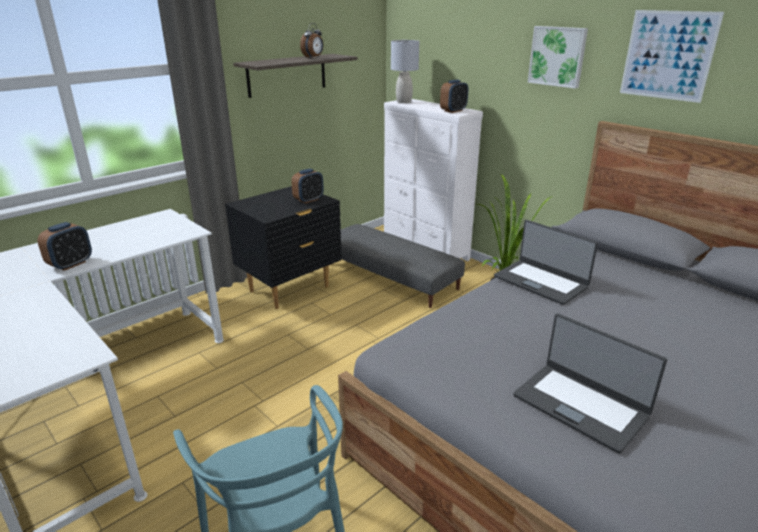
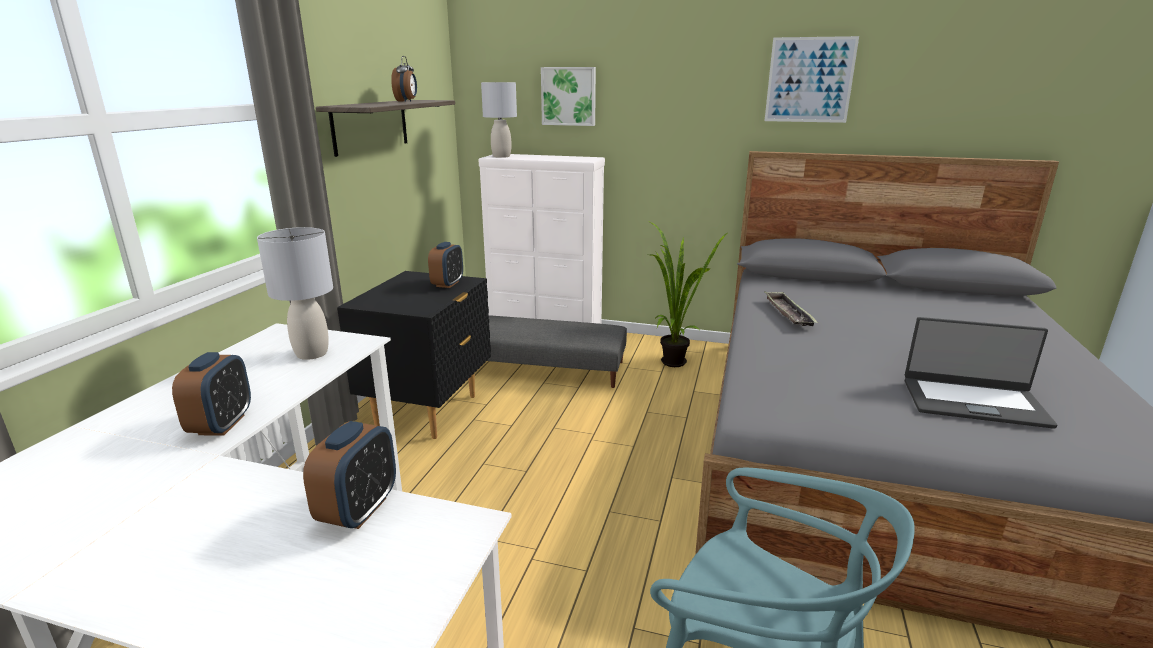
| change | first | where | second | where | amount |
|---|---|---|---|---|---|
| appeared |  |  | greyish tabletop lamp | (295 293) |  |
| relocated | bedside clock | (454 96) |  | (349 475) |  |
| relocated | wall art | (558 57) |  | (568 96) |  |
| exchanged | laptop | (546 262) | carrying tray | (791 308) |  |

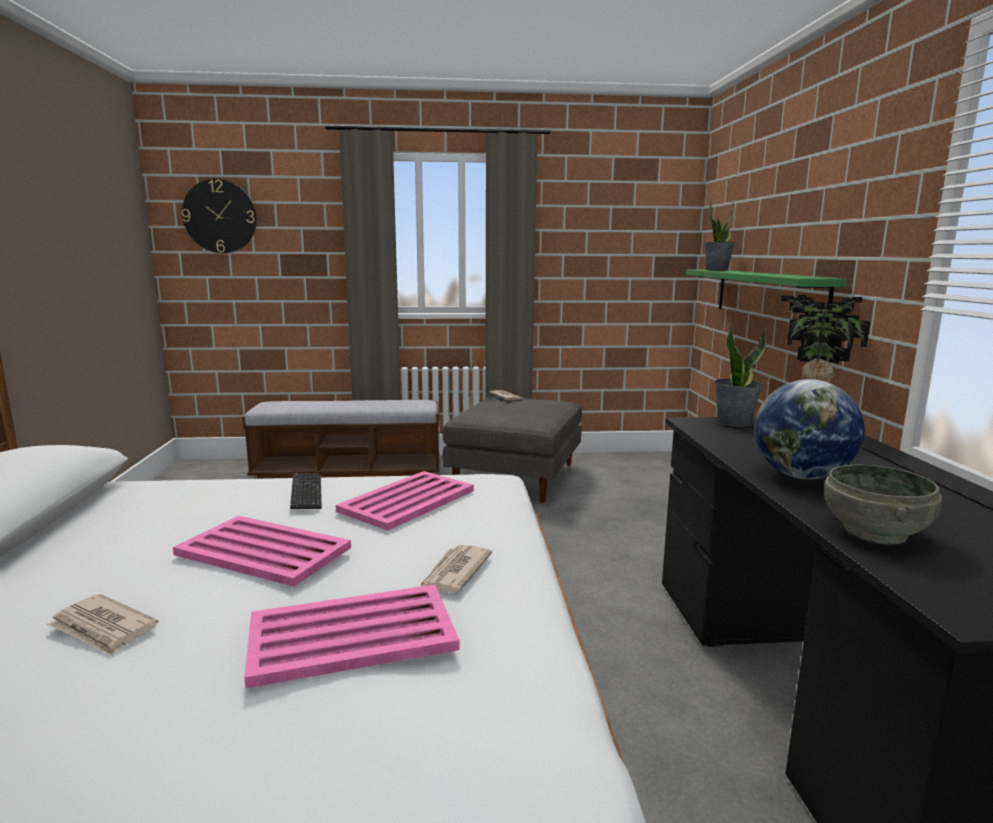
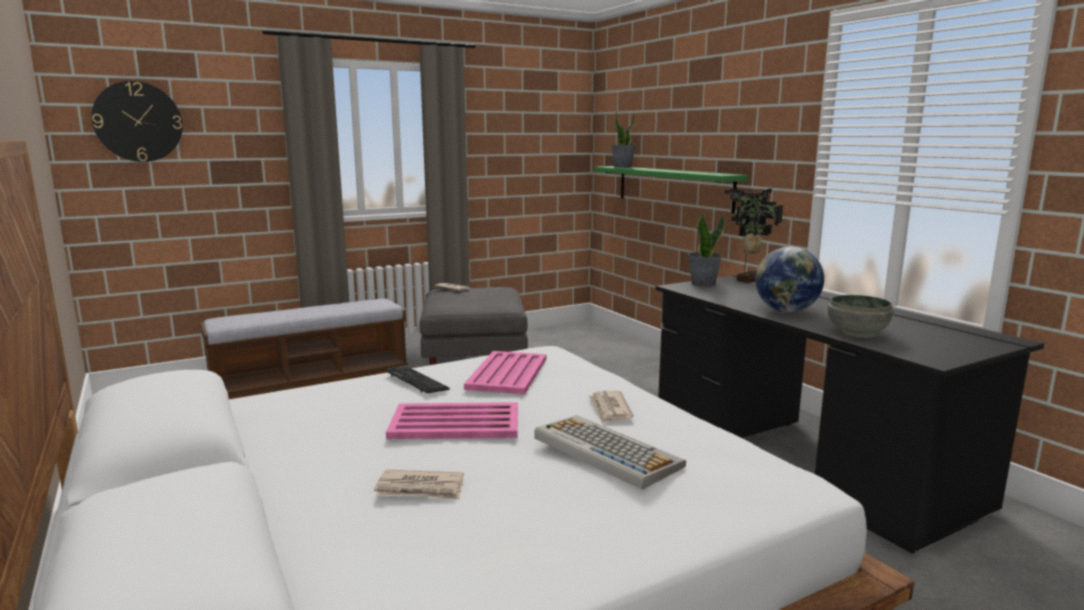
| change | first | where | second | where | amount |
|---|---|---|---|---|---|
| exchanged | pink carrying tray | (351 636) | PC keyboard | (610 452) |  |

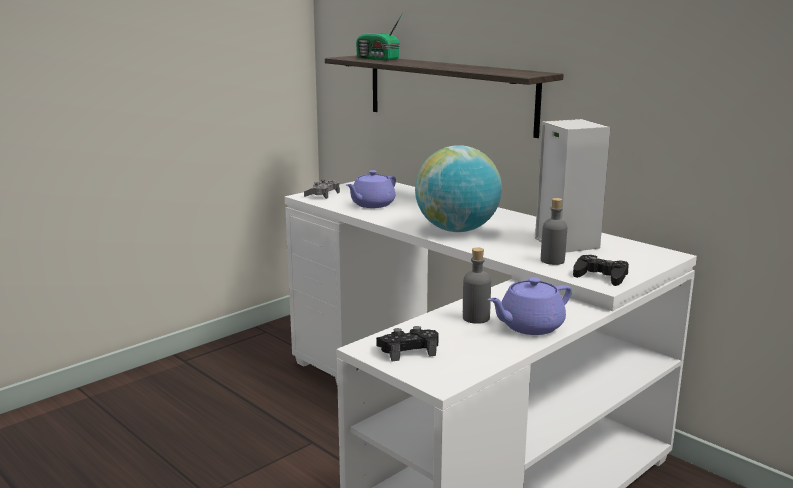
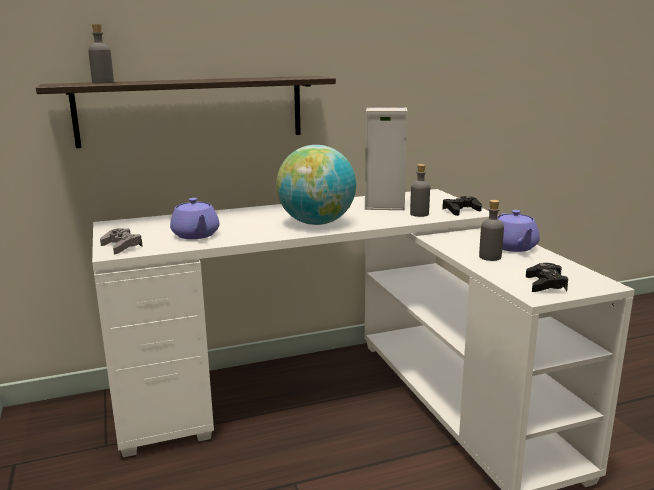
| change | first | where | second | where | amount |
|---|---|---|---|---|---|
| exchanged | radio receiver | (379 37) | greyish drink bottle | (101 53) |  |

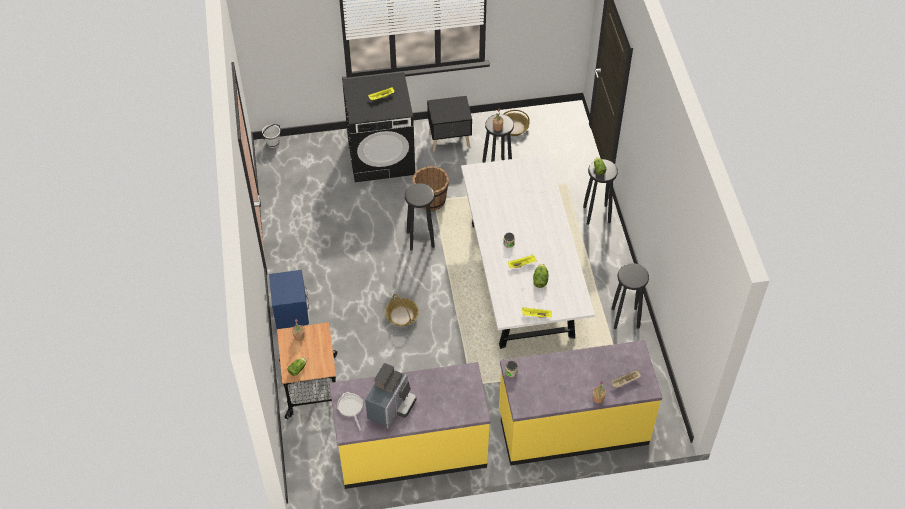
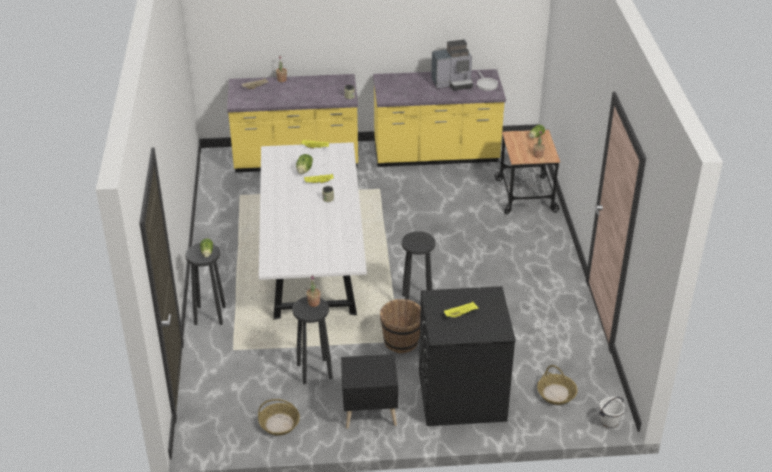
| change | first | where | second | where | amount |
|---|---|---|---|---|---|
| spun | coffee machine | (390 396) |  | (452 65) | 135 degrees counterclockwise |
| relocated | storage basket | (402 310) |  | (557 385) |  |
| missing | blue-coloured night table | (289 299) |  |  |  |
| missing | black-coloured stool | (630 296) |  |  |  |

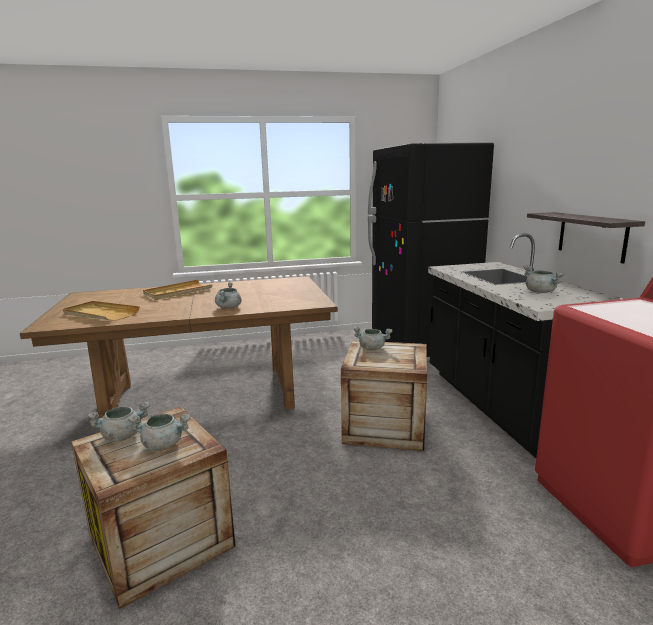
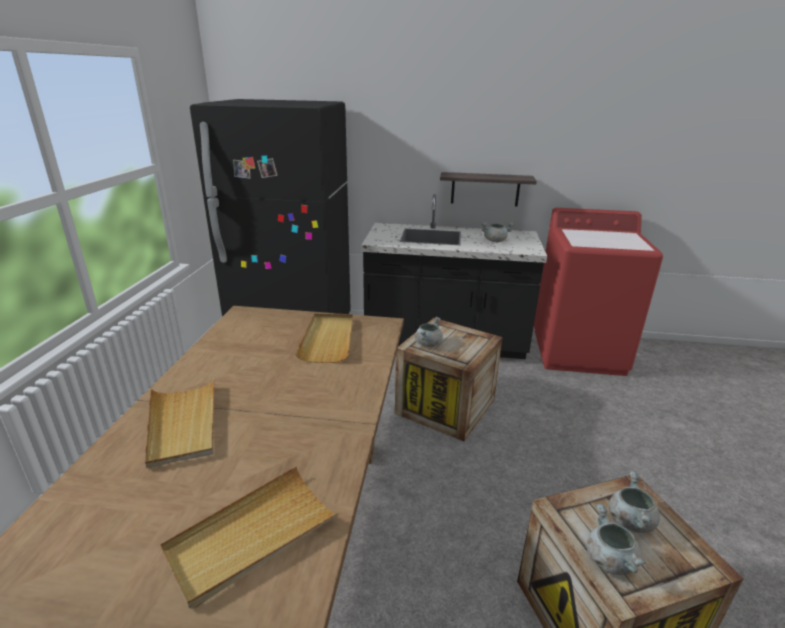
| change | first | where | second | where | amount |
|---|---|---|---|---|---|
| appeared |  |  | beige carrying tray | (324 338) |  |
| missing | greyish stockpot | (228 295) |  |  |  |

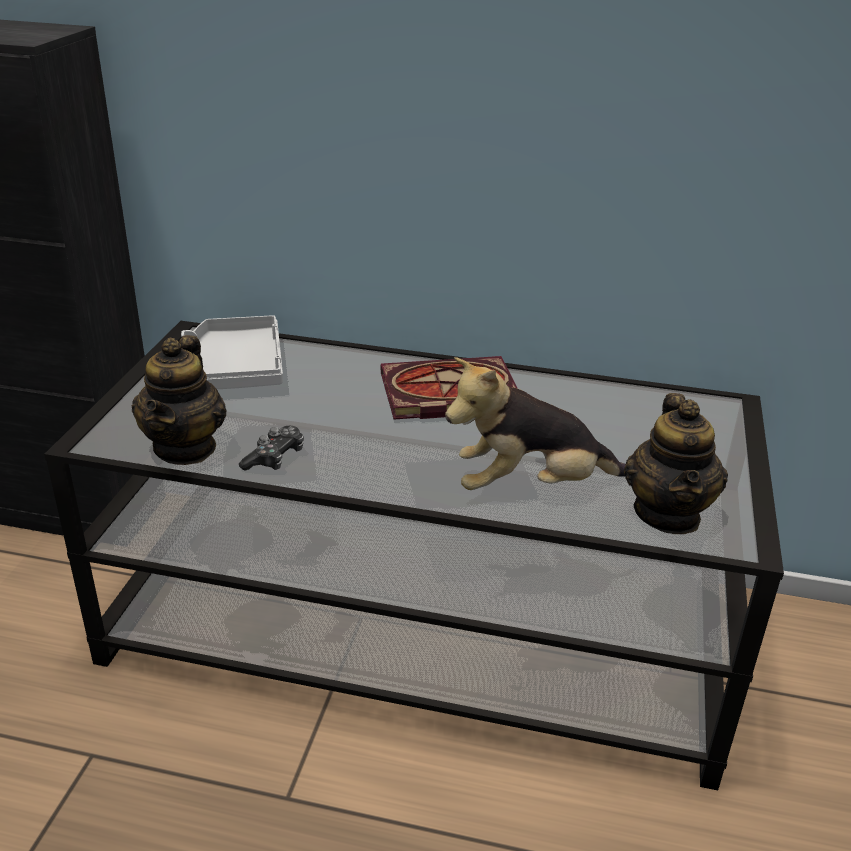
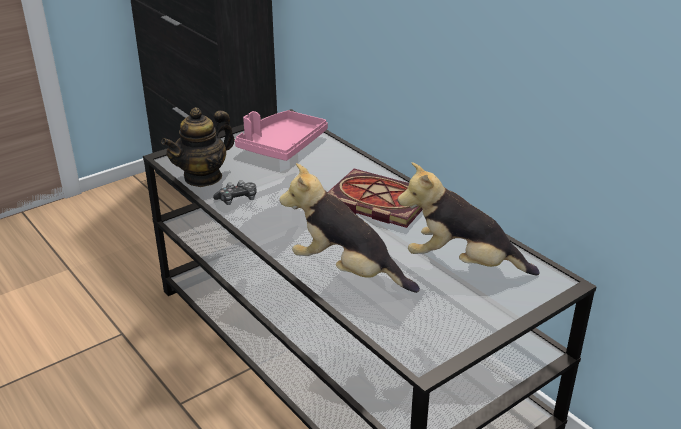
| change | first | where | second | where | amount |
|---|---|---|---|---|---|
| colour | greyish carrying tray | (232 352) | pink carrying tray | (281 135) |  |
| appeared |  |  | plush toy | (468 218) |  |
| missing | tea pot | (676 463) |  |  |  |

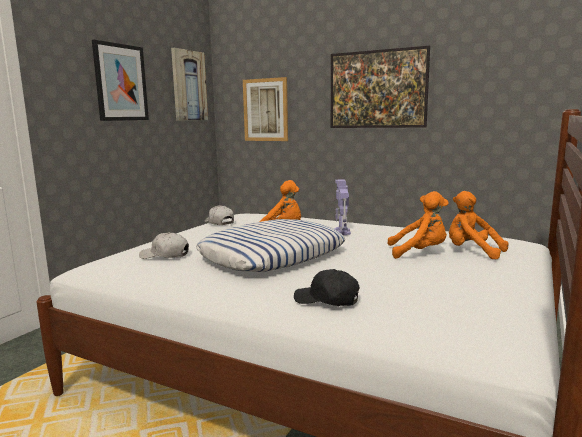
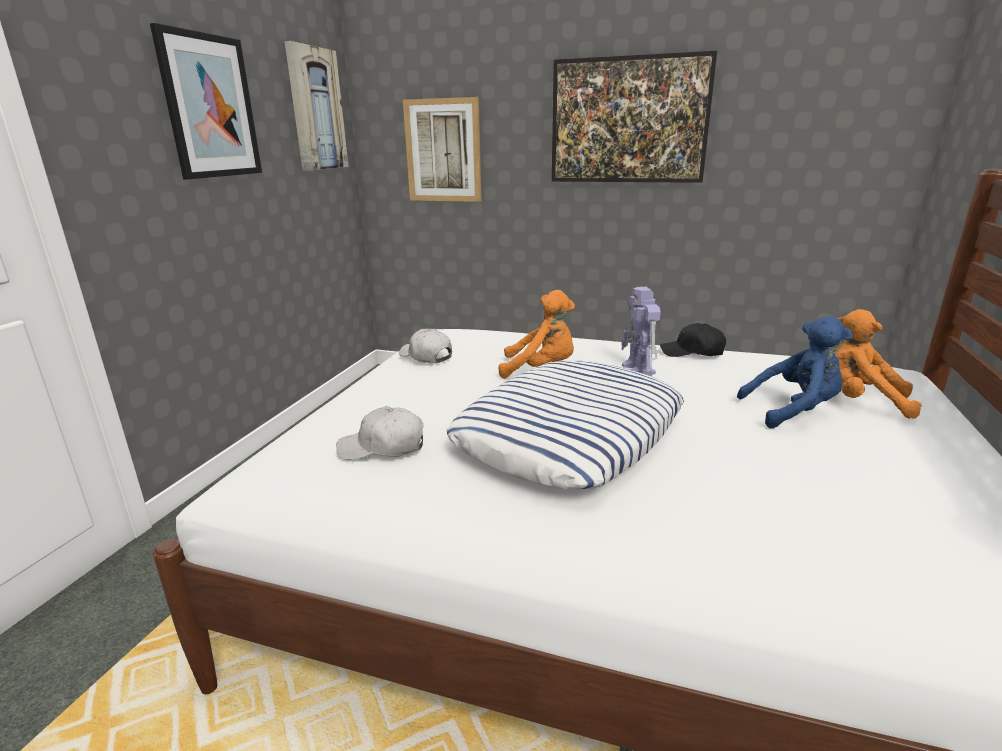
| change | first | where | second | where | amount |
|---|---|---|---|---|---|
| relocated | black-coloured peaked cap | (327 287) |  | (693 340) |  |
| colour | orangey plush toy | (418 225) | blue-coloured plush toy | (795 372) |  |

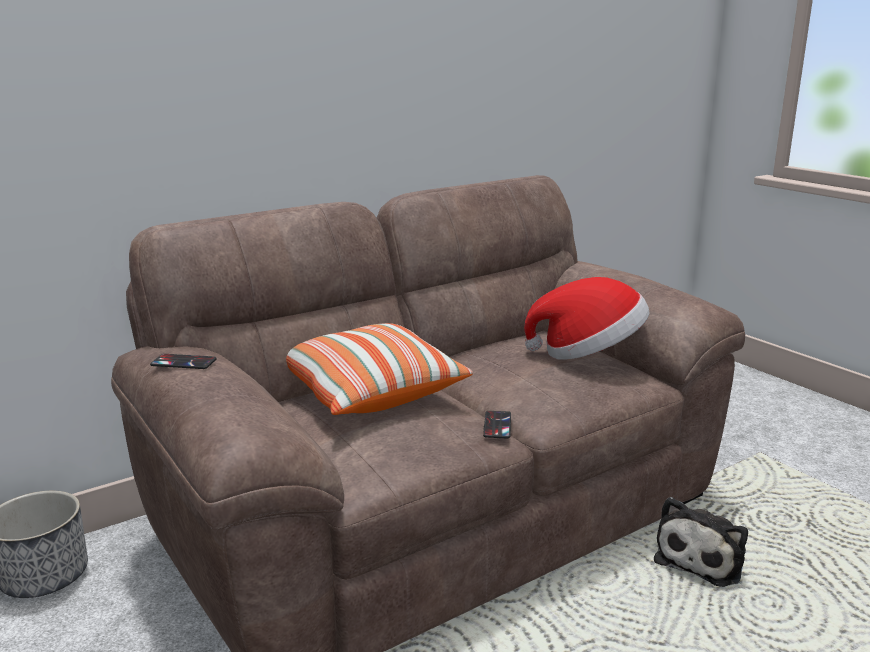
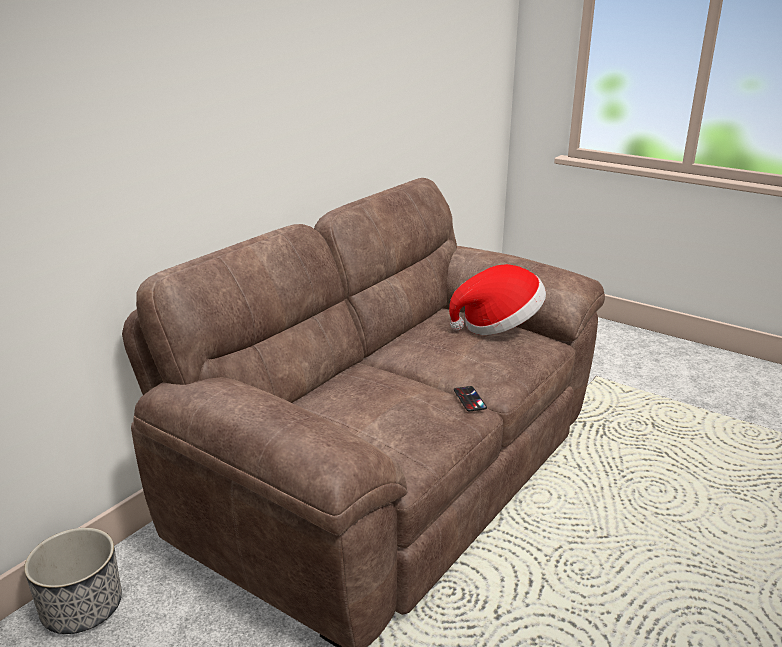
| change | first | where | second | where | amount |
|---|---|---|---|---|---|
| missing | telephone | (183 361) |  |  |  |
| missing | throw pillow | (379 369) |  |  |  |
| missing | plush toy | (701 542) |  |  |  |

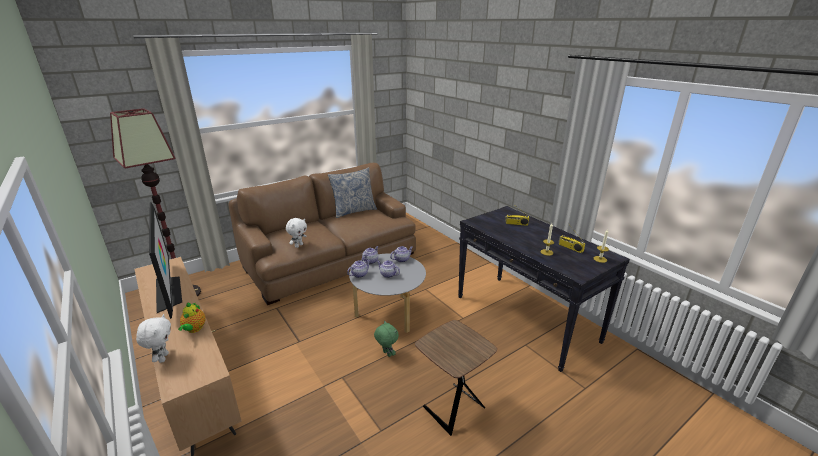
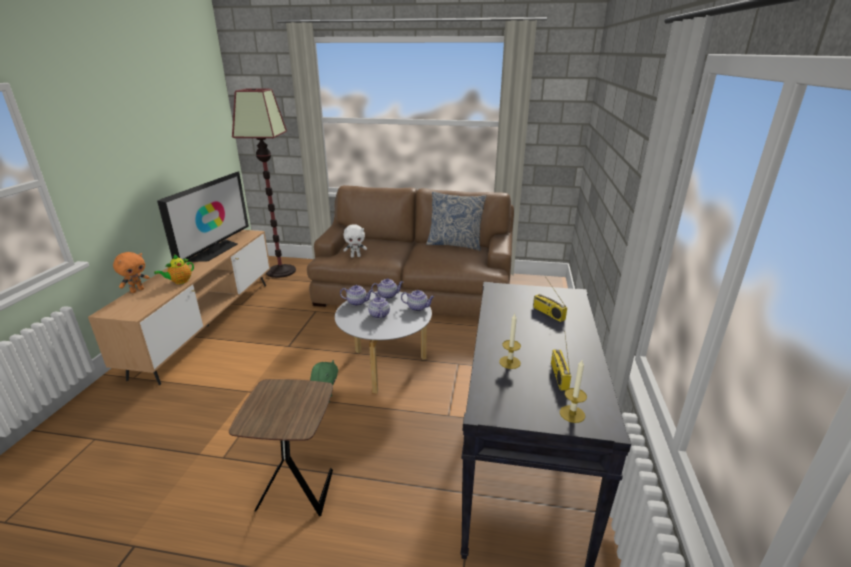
| change | first | where | second | where | amount |
|---|---|---|---|---|---|
| colour | white plush toy | (153 338) | orangey plush toy | (131 272) |  |

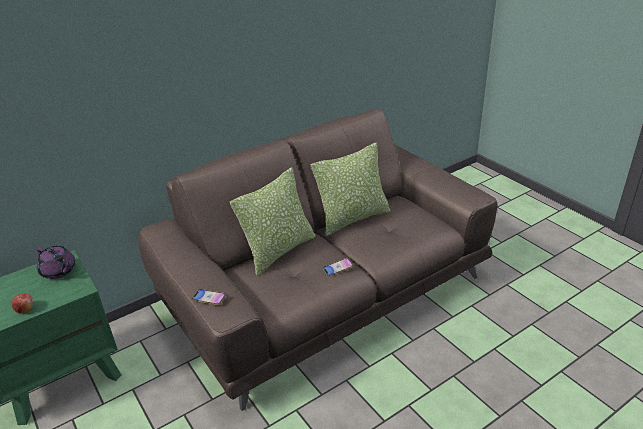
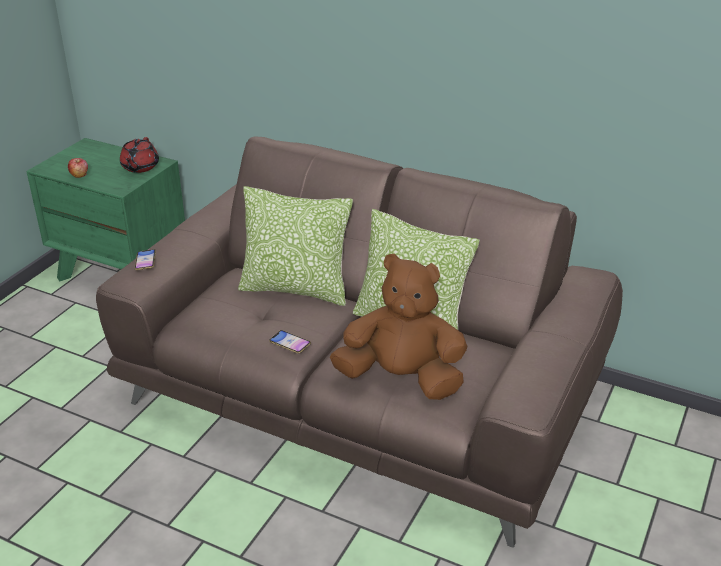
| change | first | where | second | where | amount |
|---|---|---|---|---|---|
| colour | purple-coloured tea pot | (56 262) | red-coloured tea pot | (139 155) |  |
| appeared |  |  | brownish plush toy | (399 327) |  |

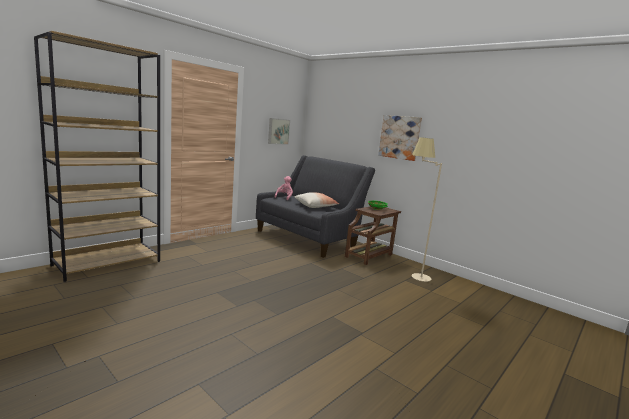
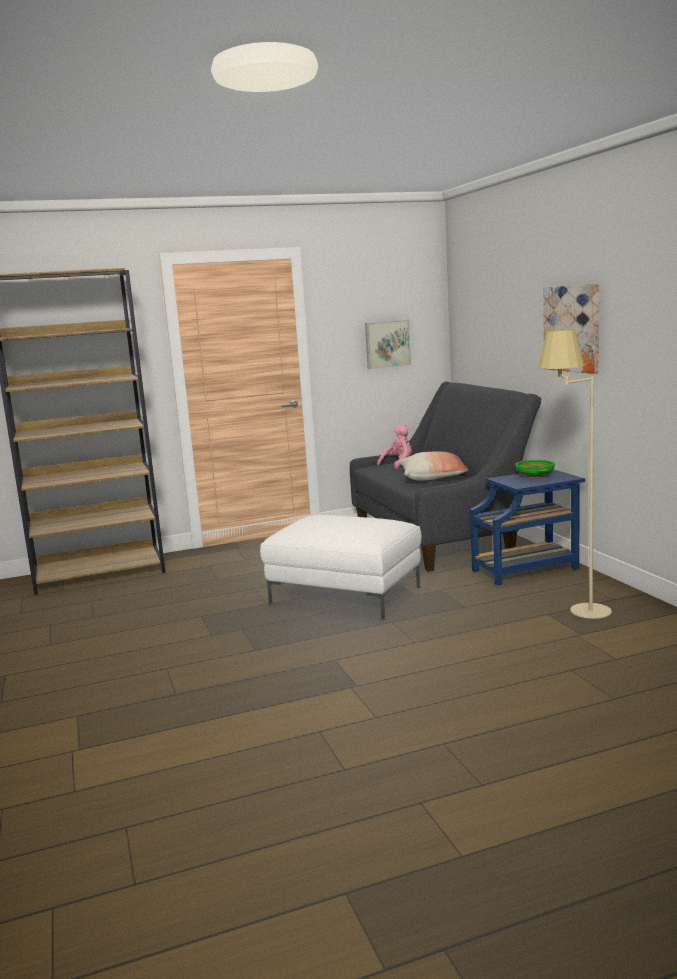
| change | first | where | second | where | amount |
|---|---|---|---|---|---|
| appeared |  |  | white ottoman | (341 567) |  |
| colour | brownish accent table | (373 235) | blue-coloured accent table | (527 527) |  |

